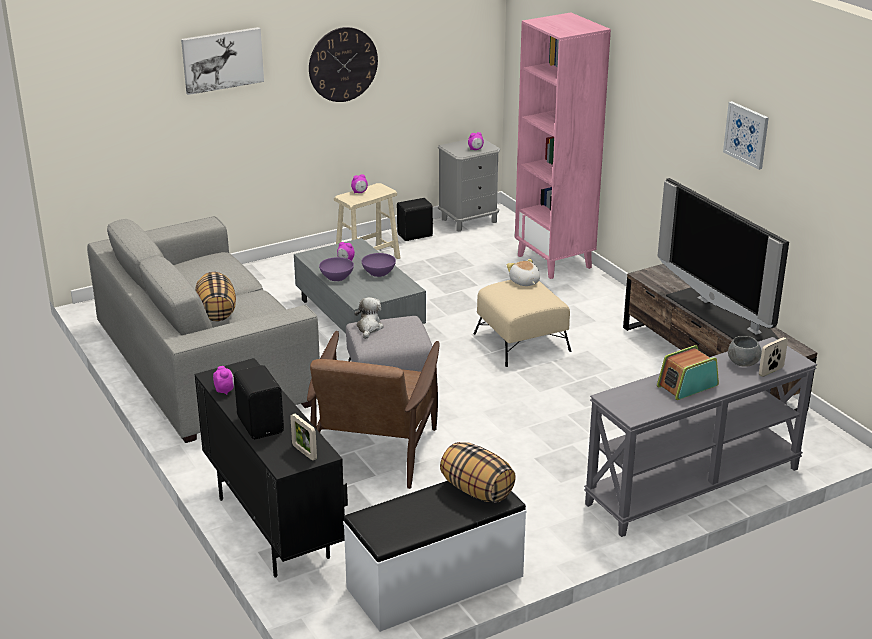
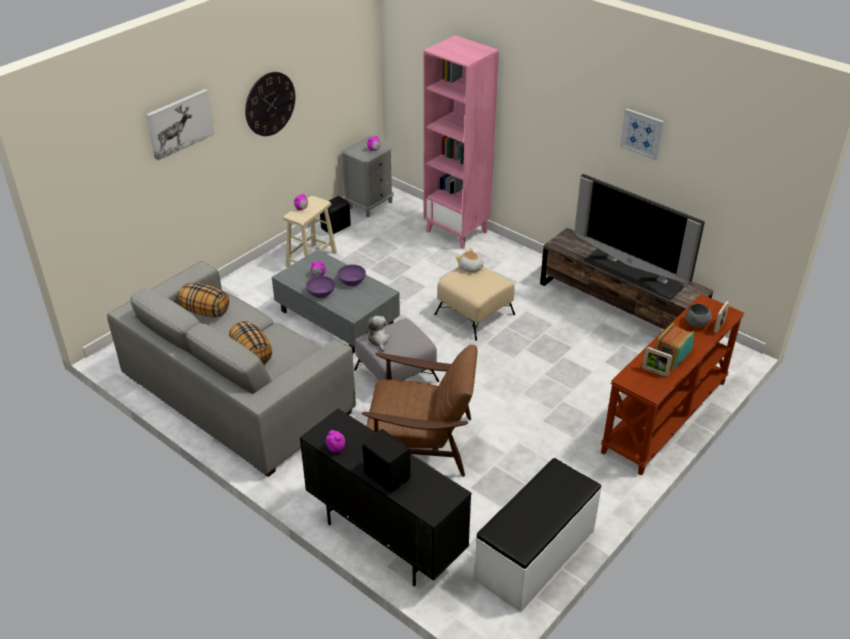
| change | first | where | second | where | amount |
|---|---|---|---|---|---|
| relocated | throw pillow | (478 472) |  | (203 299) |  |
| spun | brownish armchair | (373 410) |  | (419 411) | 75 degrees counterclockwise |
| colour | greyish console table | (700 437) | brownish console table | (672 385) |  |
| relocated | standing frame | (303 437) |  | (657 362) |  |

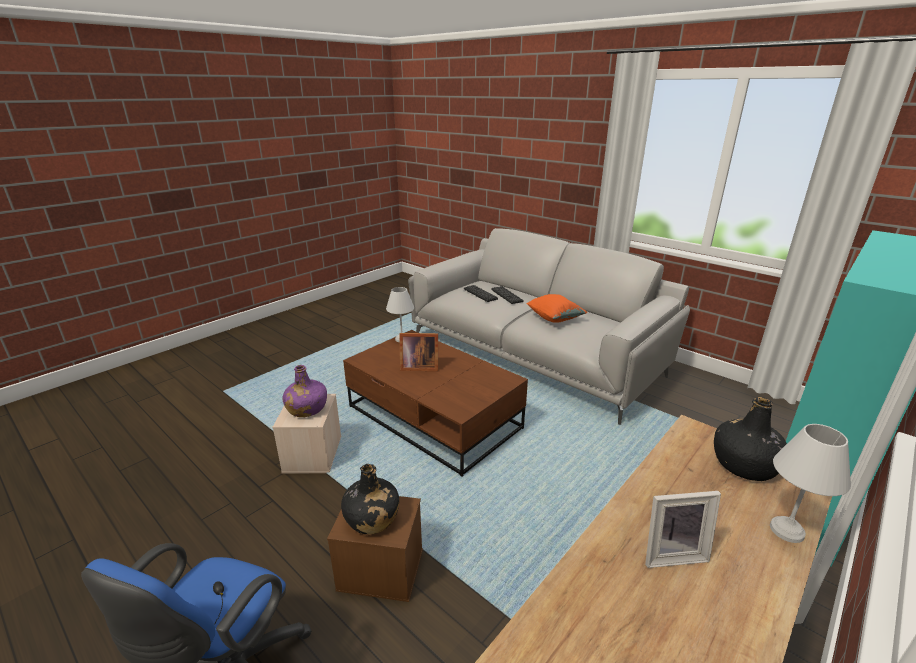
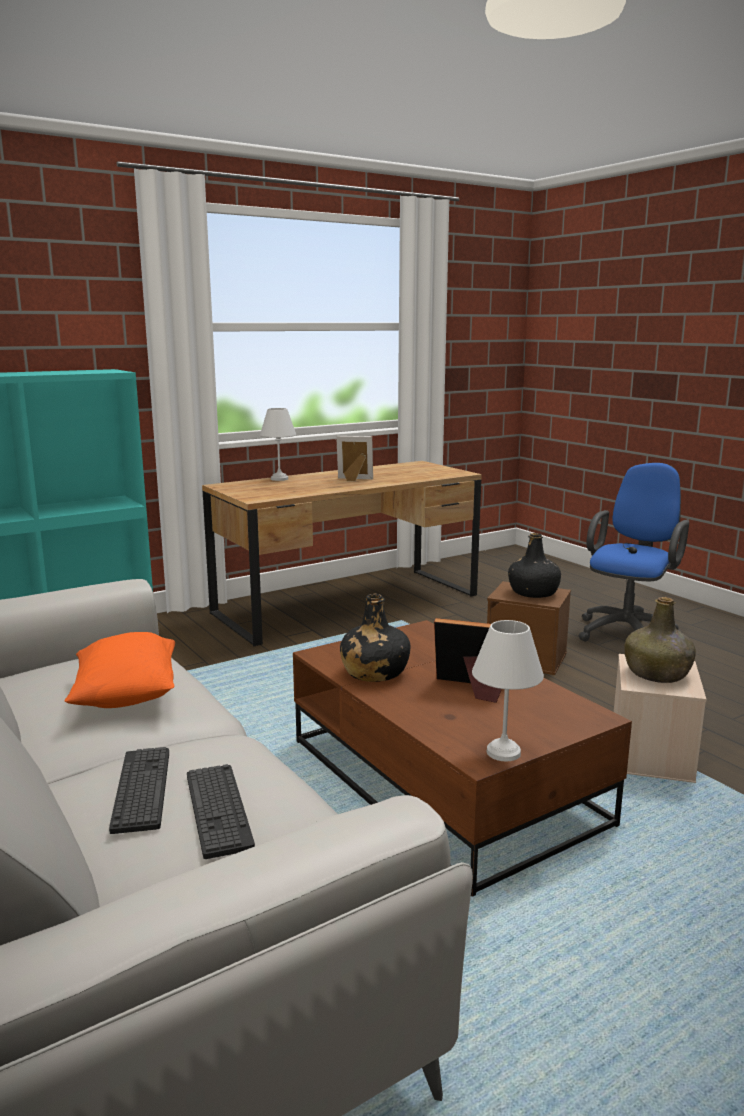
| change | first | where | second | where | amount |
|---|---|---|---|---|---|
| relocated | black-coloured drink bottle | (750 439) |  | (375 637) |  |
| colour | purple-coloured drink bottle | (304 391) | green drink bottle | (660 640) |  |

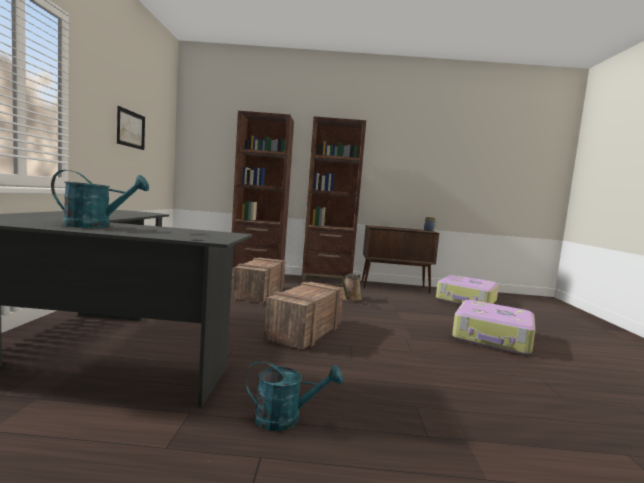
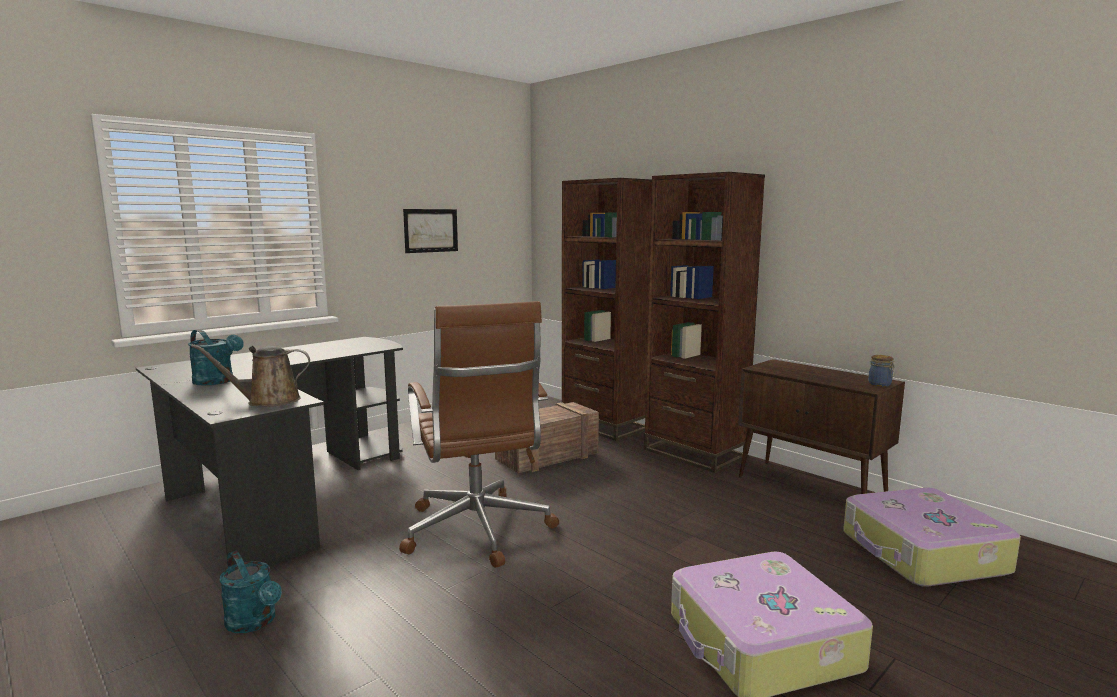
| change | first | where | second | where | amount |
|---|---|---|---|---|---|
| relocated | brownish sprinkling can | (350 287) |  | (250 375) |  |
| exchanged | crate | (304 316) | brownish desk chair | (479 434) |  |

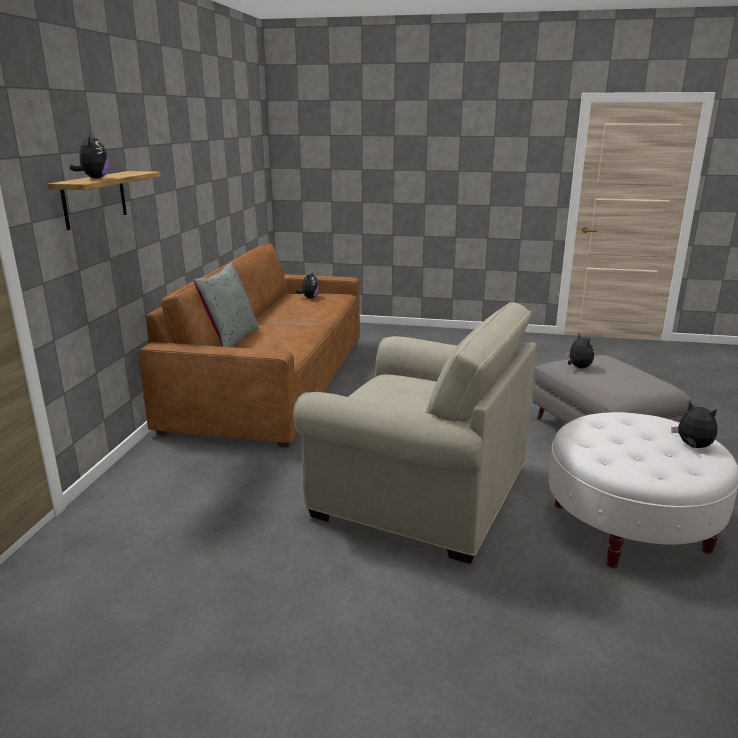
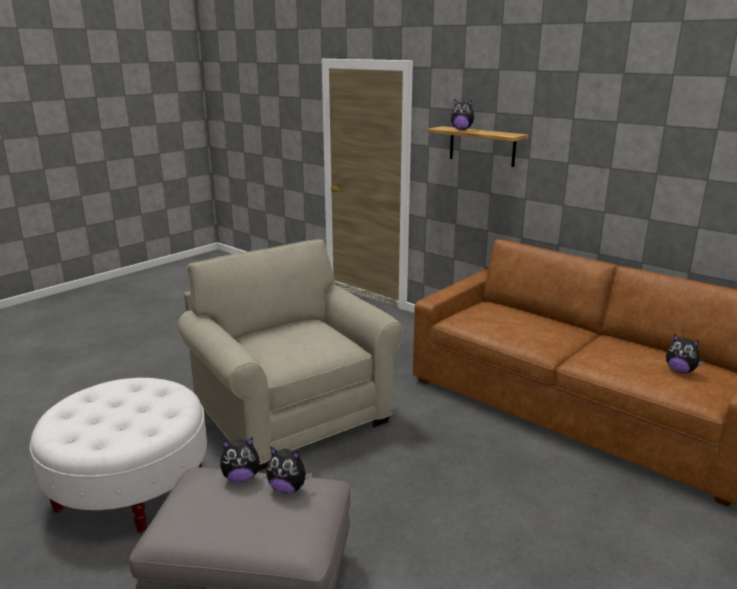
| change | first | where | second | where | amount |
|---|---|---|---|---|---|
| spun | beige armchair | (414 432) |  | (290 355) | 90 degrees clockwise |
| relocated | plush toy | (694 424) |  | (241 460) |  |
| missing | greyish throw pillow | (226 304) |  |  |  |

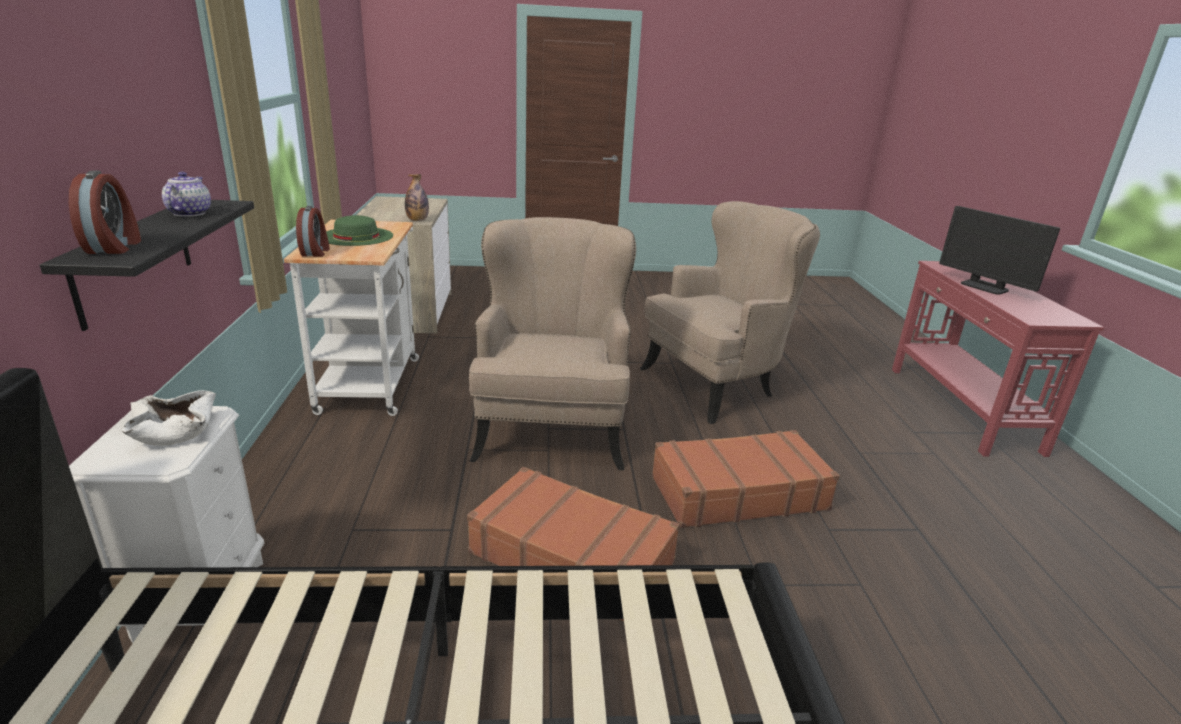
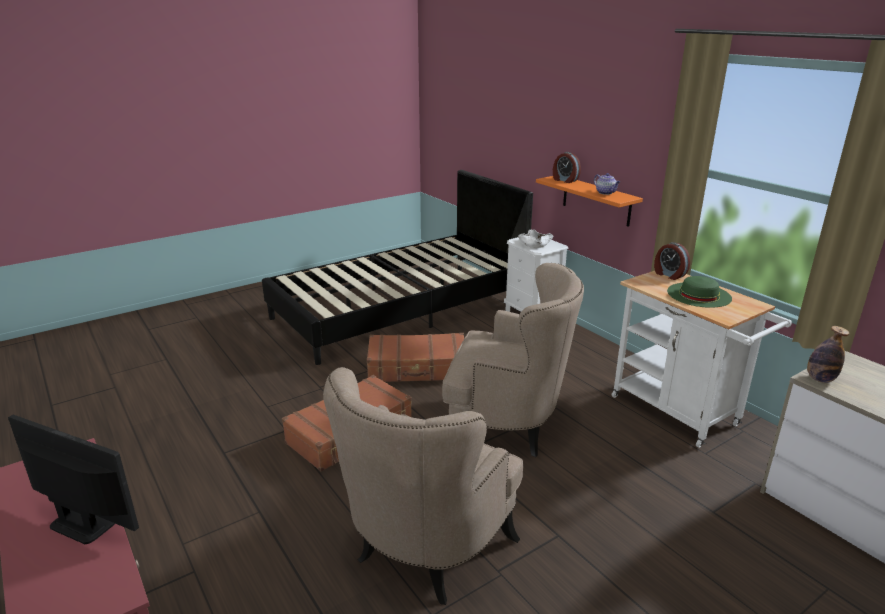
| change | first | where | second | where | amount |
|---|---|---|---|---|---|
| spun | beige armchair | (552 343) |  | (513 360) | 45 degrees counterclockwise |
| colour | black-coloured bracket shelf | (147 265) | orangey bracket shelf | (589 201) |  |

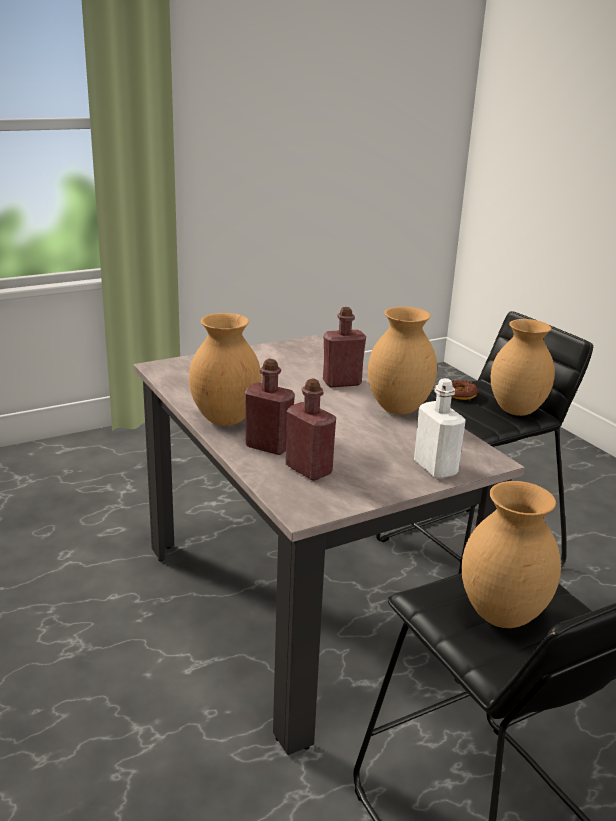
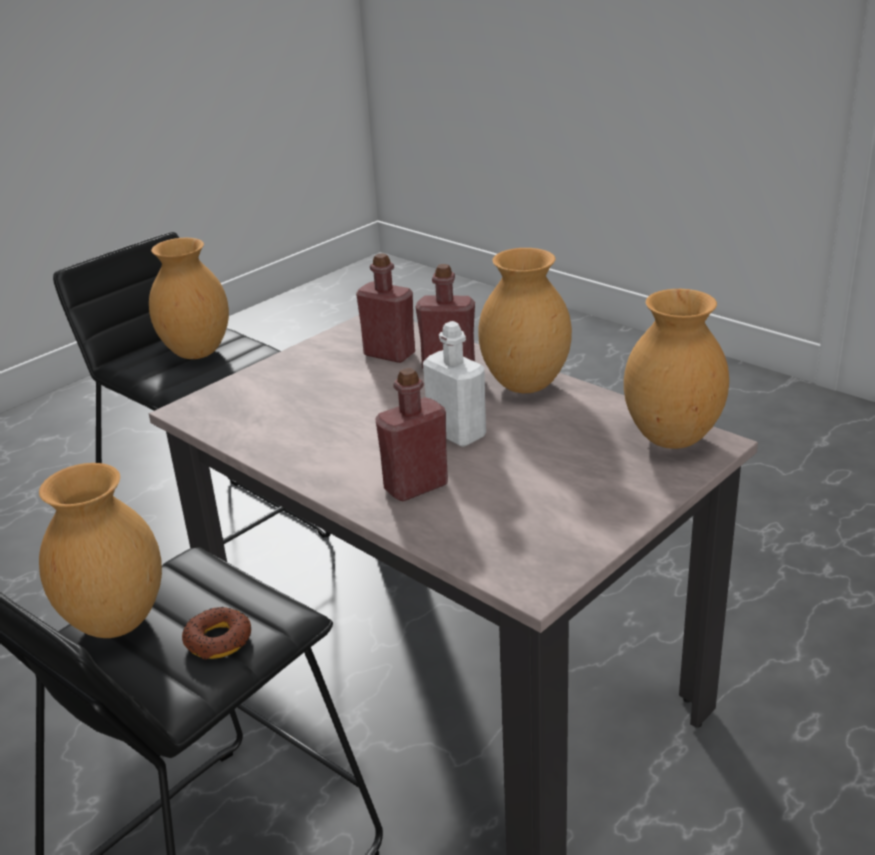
| change | first | where | second | where | amount |
|---|---|---|---|---|---|
| relocated | white drink bottle | (440 428) |  | (454 384) |  |
| relocated | brownish vase | (402 360) |  | (676 369) |  |

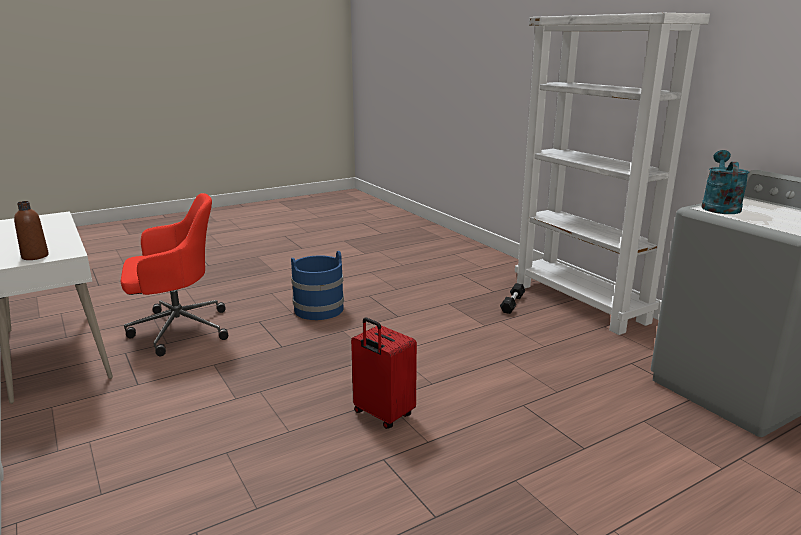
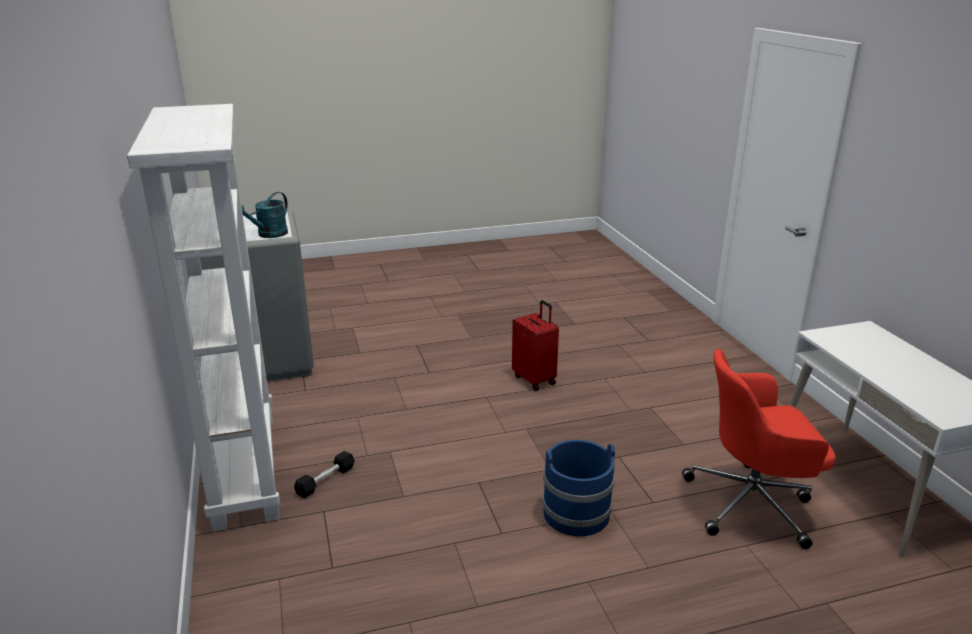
| change | first | where | second | where | amount |
|---|---|---|---|---|---|
| missing | brownish drink bottle | (31 230) |  |  |  |

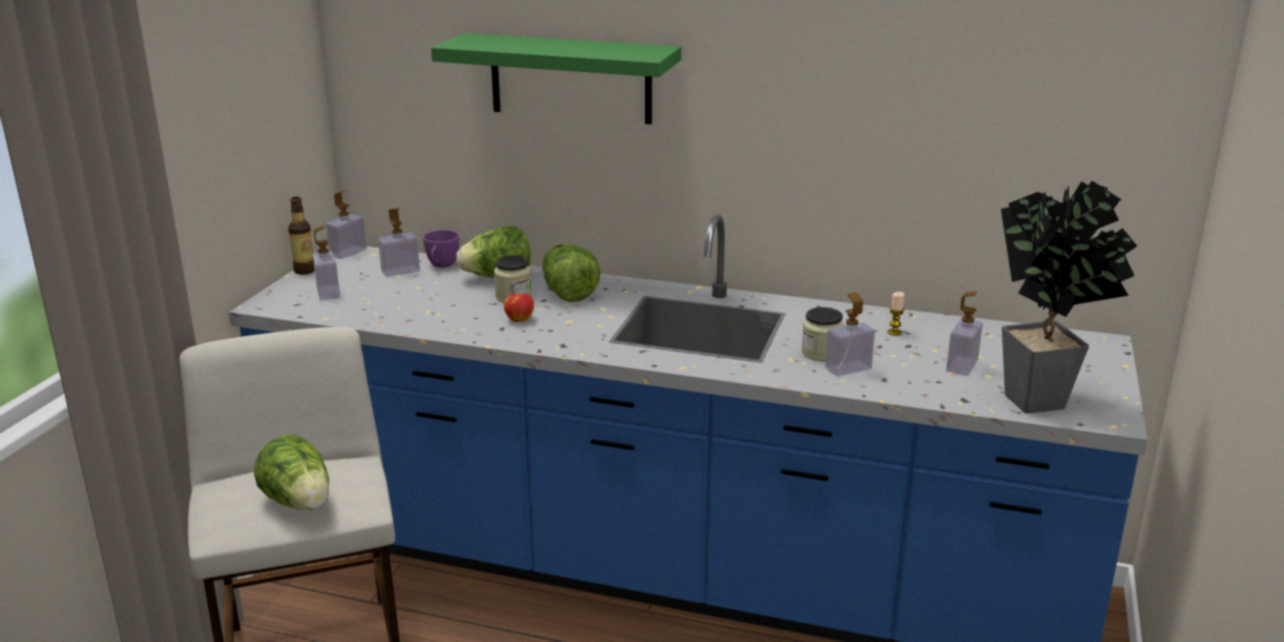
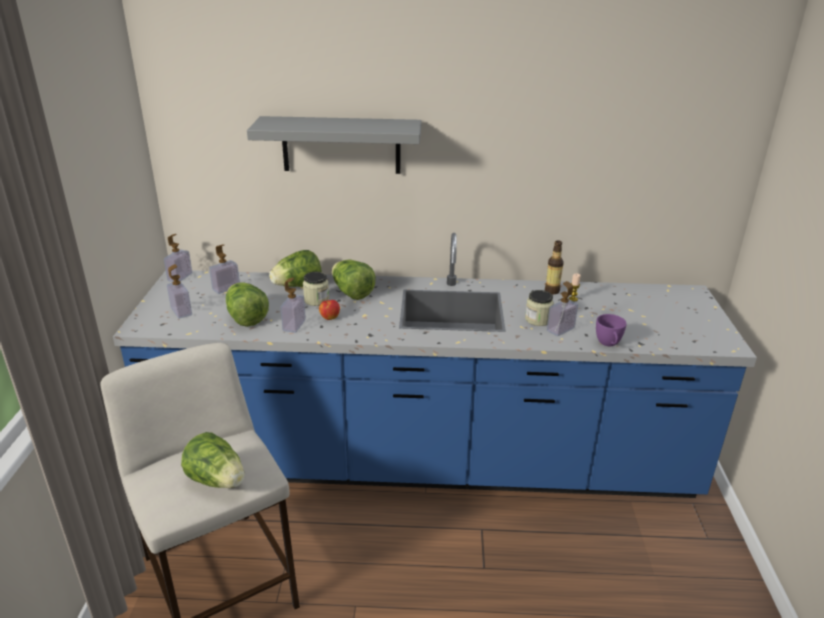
| change | first | where | second | where | amount |
|---|---|---|---|---|---|
| appeared |  |  | lettuce | (247 304) |  |
| colour | green bracket shelf | (556 78) | greyish bracket shelf | (334 145) |  |
| relocated | soap bottle | (964 333) |  | (293 305) |  |
| relocated | drink bottle | (301 236) |  | (554 267) |  |
| relocated | purple-coloured drinking cup | (441 249) |  | (611 330) |  |
| missing | potted plant | (1069 297) |  |  |  |

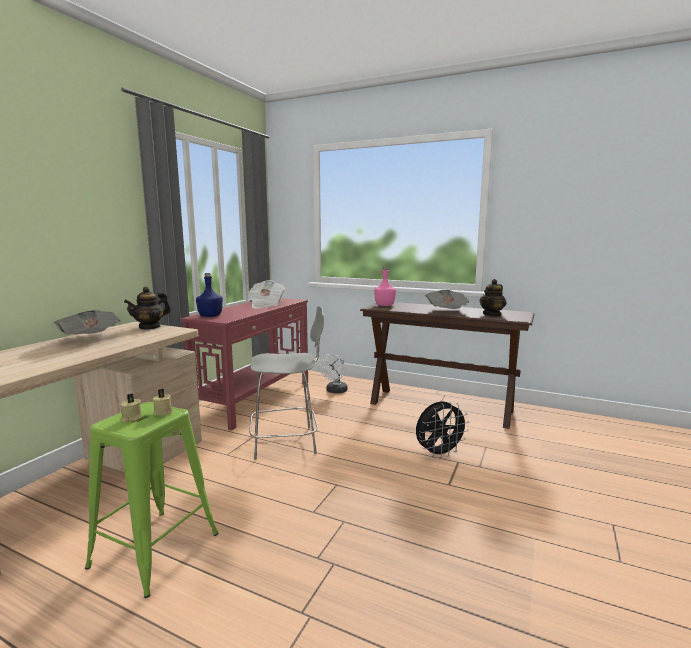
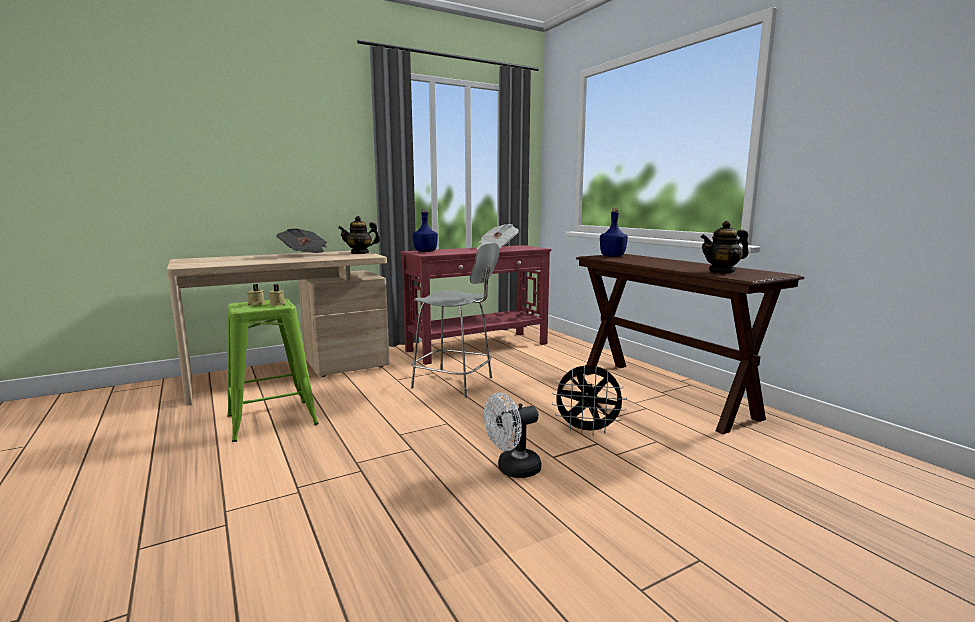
| change | first | where | second | where | amount |
|---|---|---|---|---|---|
| relocated | white cooling fan | (333 373) |  | (512 435) |  |
| colour | pink drink bottle | (385 286) | blue-coloured drink bottle | (614 232) |  |
| missing | printed paper | (447 299) |  |  |  |

